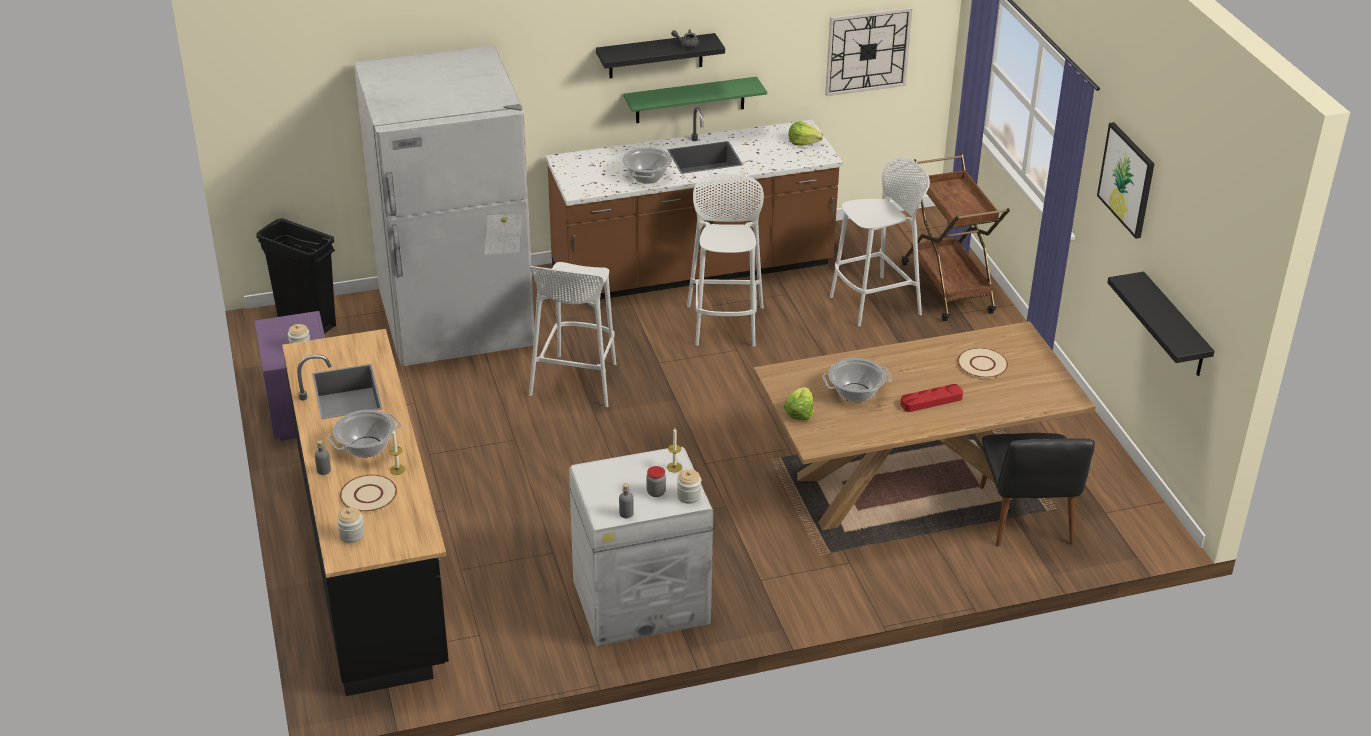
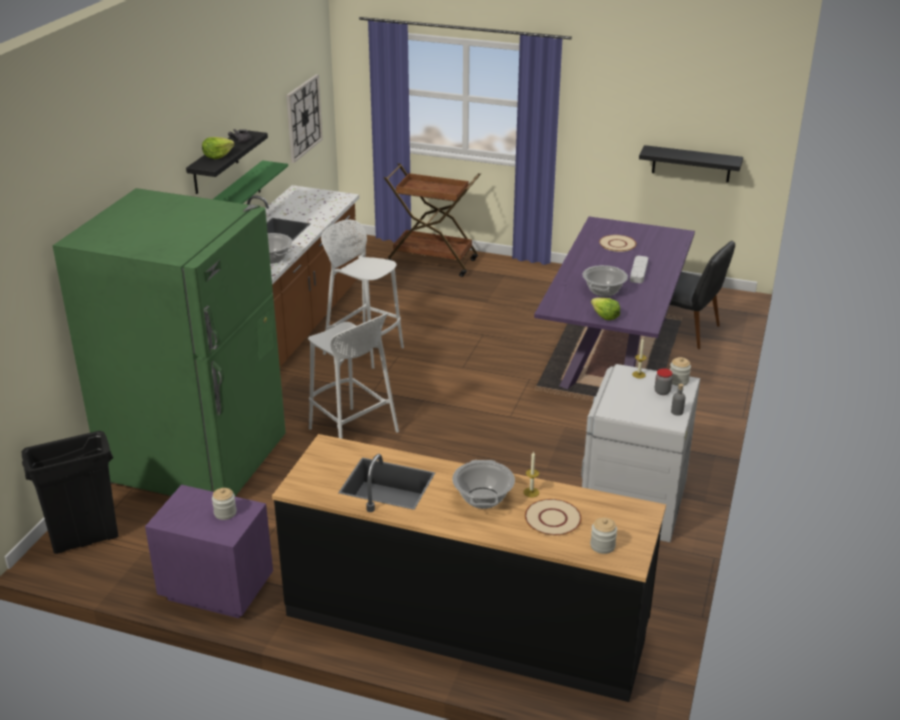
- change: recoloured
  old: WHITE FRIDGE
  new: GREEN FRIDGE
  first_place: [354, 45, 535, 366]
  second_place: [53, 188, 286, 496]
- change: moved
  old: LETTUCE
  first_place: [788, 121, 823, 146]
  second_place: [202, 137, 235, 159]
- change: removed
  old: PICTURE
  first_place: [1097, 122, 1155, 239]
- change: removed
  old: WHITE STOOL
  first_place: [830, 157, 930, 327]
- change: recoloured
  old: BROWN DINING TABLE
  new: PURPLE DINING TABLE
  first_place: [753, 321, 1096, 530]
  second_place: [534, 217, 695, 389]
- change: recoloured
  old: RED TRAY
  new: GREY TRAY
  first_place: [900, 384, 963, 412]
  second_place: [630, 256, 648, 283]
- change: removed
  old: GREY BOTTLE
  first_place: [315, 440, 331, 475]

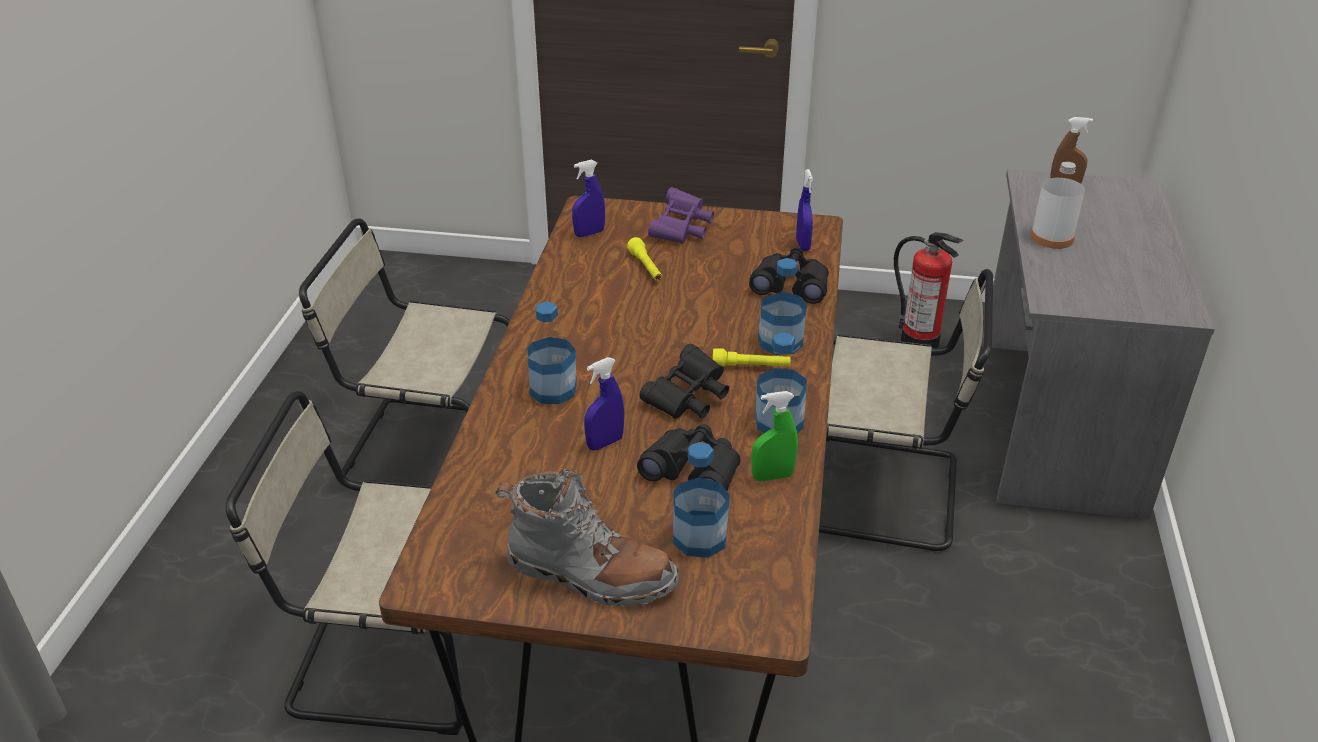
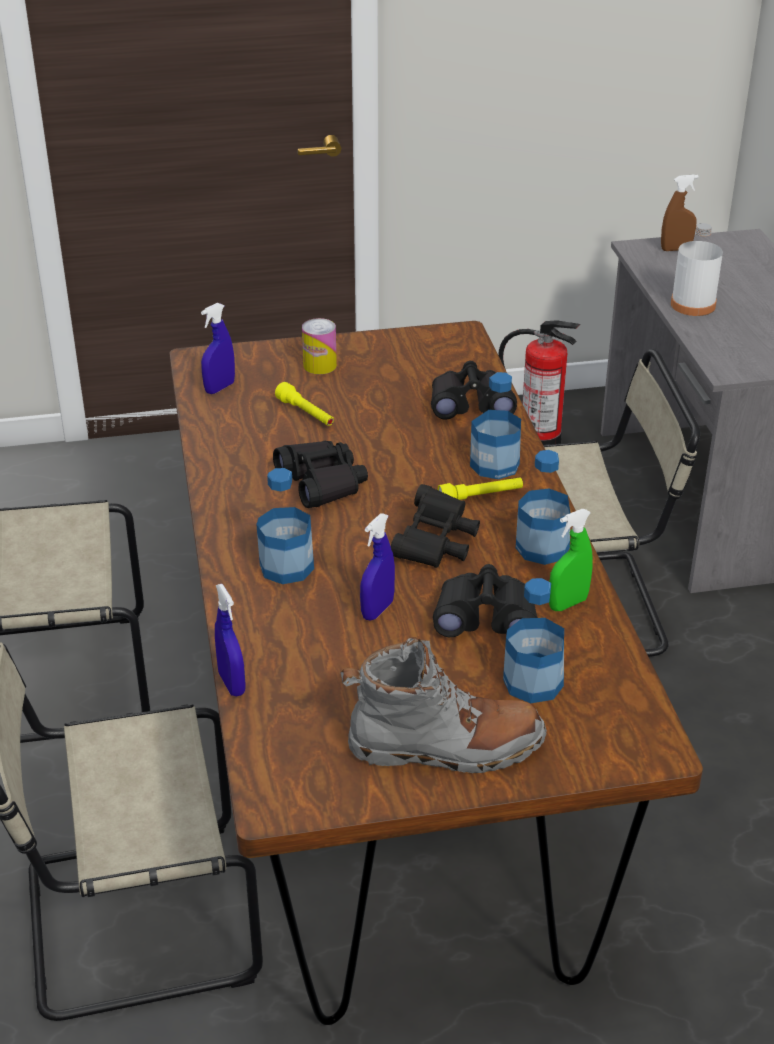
- change: moved
  old: BLUE SPRAY BOTTLE
  first_place: [796, 169, 813, 251]
  second_place: [215, 584, 246, 696]
- change: replaced
  old: PURPLE BINOCULARS
  new: CAN
  first_place: [648, 187, 714, 244]
  second_place: [302, 318, 337, 374]
- change: added
  new: BLACK BINOCULARS
  second_place: [273, 441, 368, 508]

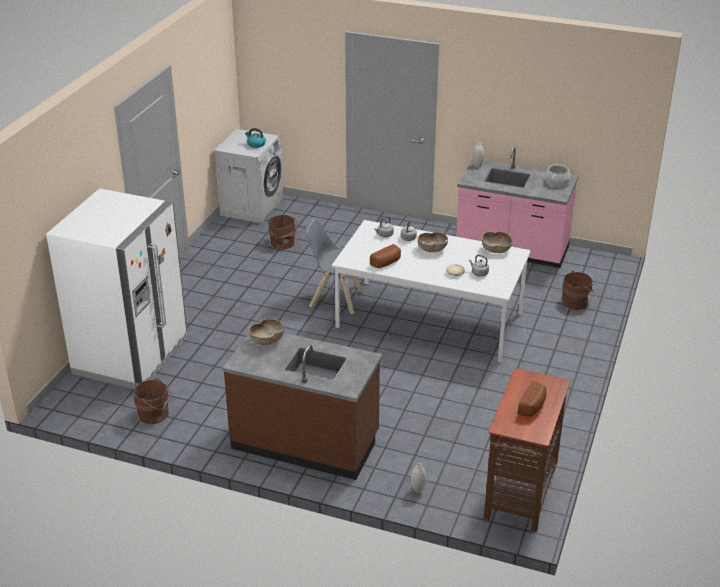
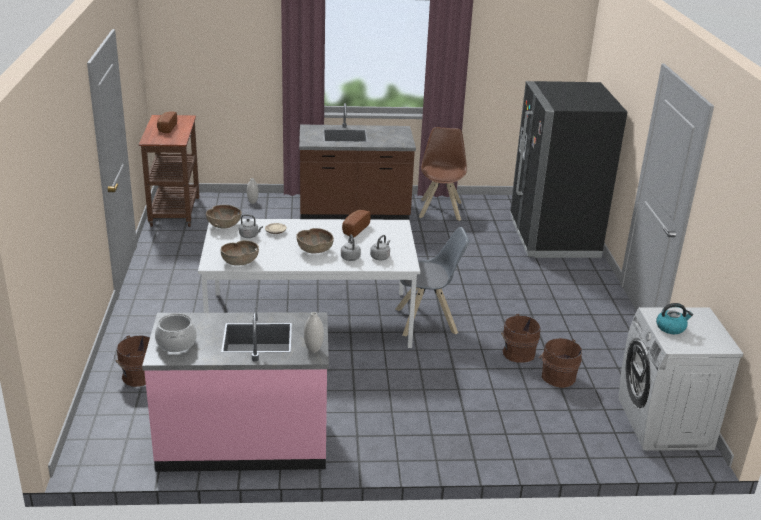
- change: recoloured
  old: WHITE FRIDGE
  new: BLACK FRIDGE
  first_place: [46, 188, 187, 389]
  second_place: [510, 81, 627, 258]
- change: moved
  old: BROWN BOWL
  first_place: [249, 319, 285, 345]
  second_place: [206, 205, 242, 229]
- change: moved
  old: BROWN BUCKET
  first_place: [134, 378, 171, 424]
  second_place: [501, 314, 541, 363]
- change: added
  new: BROWN CHAIR
  second_place: [419, 127, 467, 221]

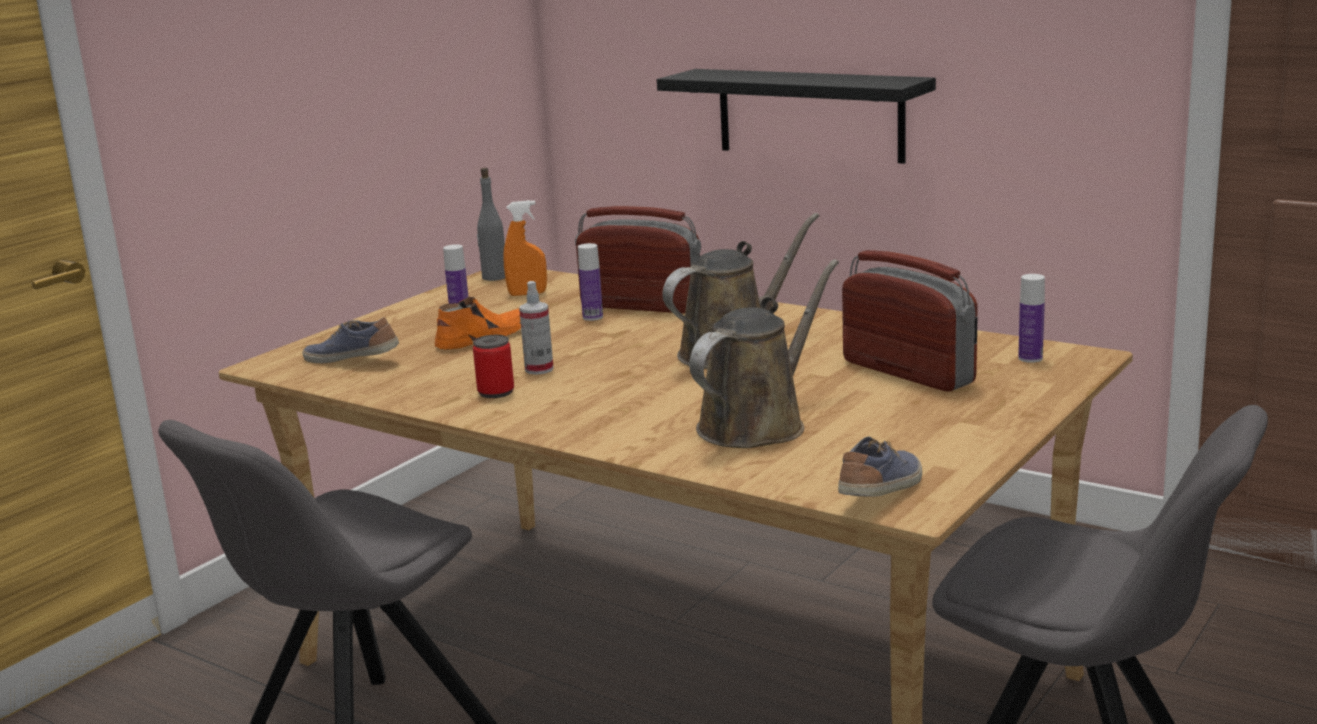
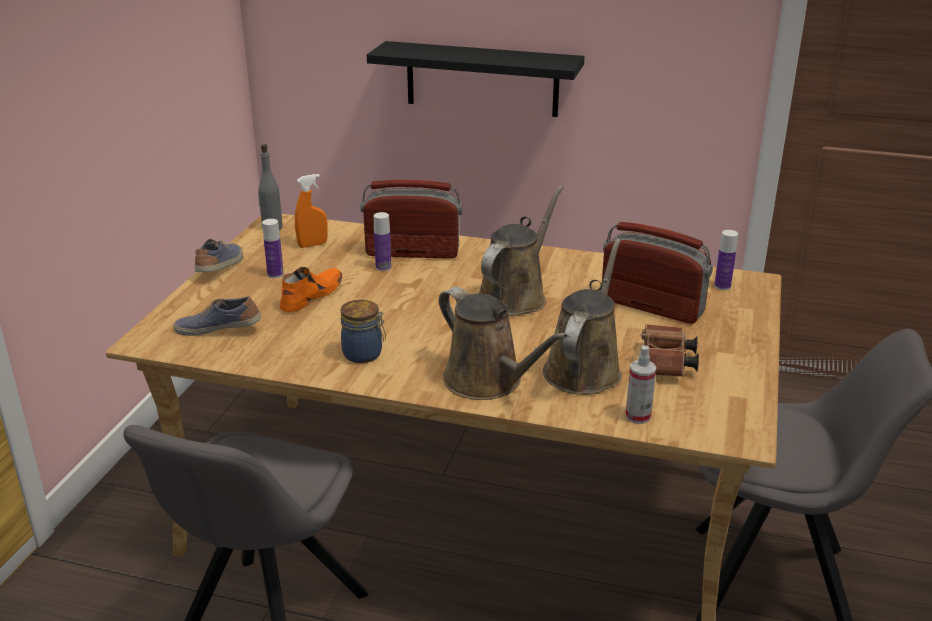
- change: moved
  old: SPRAY BOTTLE
  first_place: [519, 281, 554, 375]
  second_place: [625, 345, 657, 424]
- change: replaced
  old: CAN
  new: JAR
  first_place: [473, 335, 514, 398]
  second_place: [341, 299, 386, 363]
- change: moved
  old: SHOE
  first_place: [838, 436, 922, 497]
  second_place: [195, 239, 243, 272]
- change: added
  new: BROWN WATERING CAN
  second_place: [439, 287, 568, 400]
- change: added
  new: BROWN BINOCULARS
  second_place: [641, 324, 699, 377]

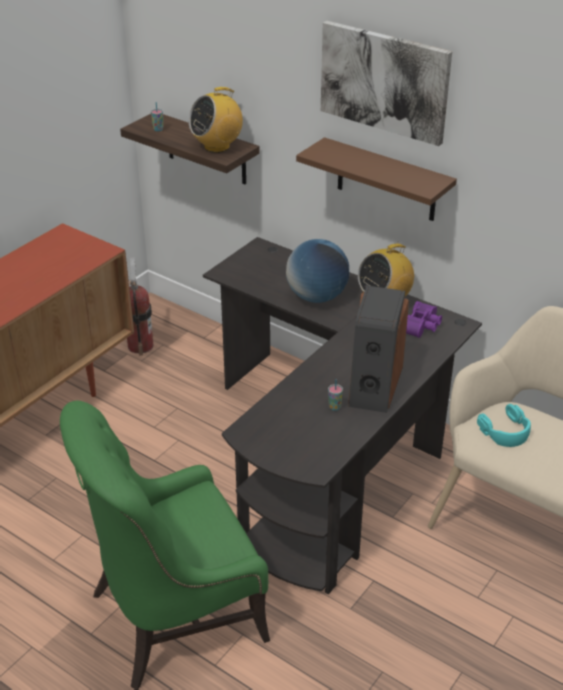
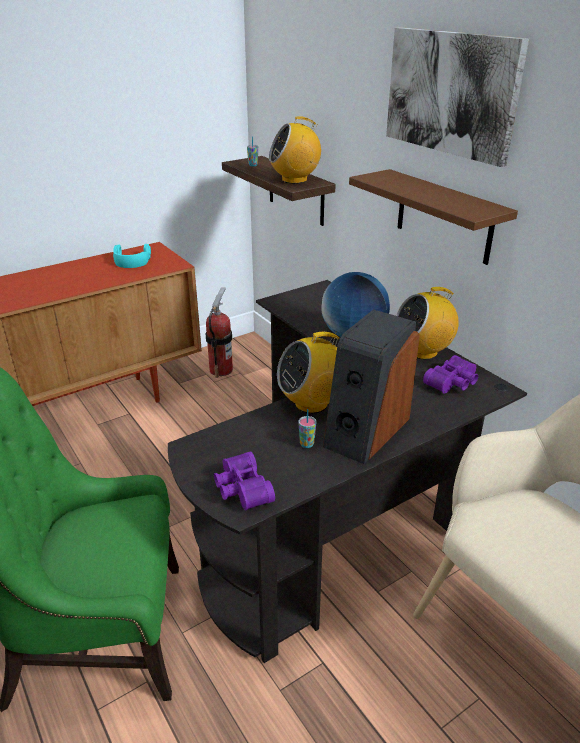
- change: moved
  old: TURQUOISE HEADPHONES
  first_place: [477, 404, 531, 447]
  second_place: [113, 244, 151, 268]
- change: added
  new: RADIO
  second_place: [277, 332, 339, 413]
- change: added
  new: PURPLE BINOCULARS
  second_place: [214, 451, 275, 510]

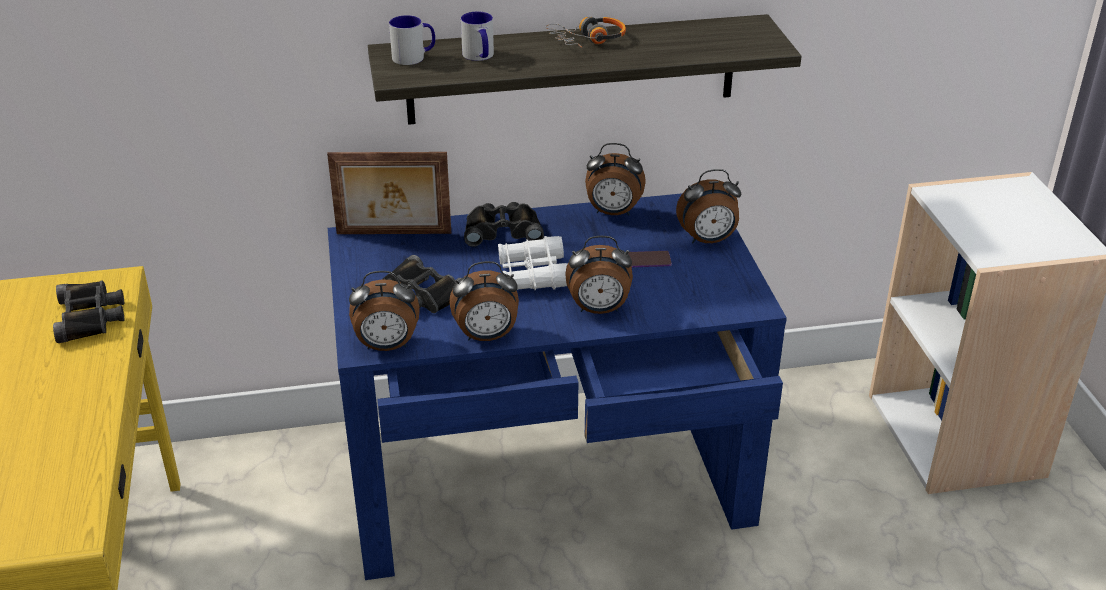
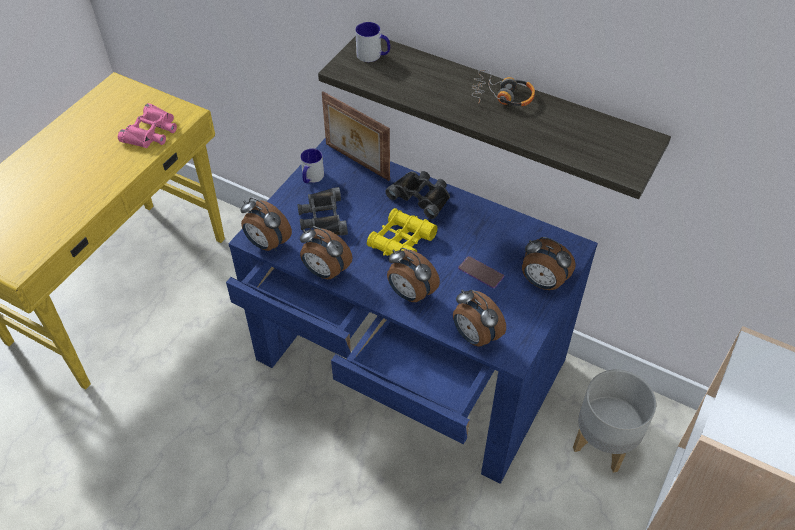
- change: moved
  old: MUG
  first_place: [461, 11, 494, 61]
  second_place: [300, 148, 324, 183]
- change: moved
  old: ALARM CLOCK
  first_place: [585, 143, 646, 215]
  second_place: [453, 290, 506, 347]
- change: recoloured
  old: WHITE BINOCULARS
  new: YELLOW BINOCULARS
  first_place: [498, 236, 568, 290]
  second_place: [367, 208, 437, 256]
- change: recoloured
  old: BLACK BINOCULARS
  new: PINK BINOCULARS
  first_place: [53, 280, 124, 343]
  second_place: [118, 103, 177, 148]
- change: added
  new: GREY PLANTER
  second_place: [573, 370, 656, 473]

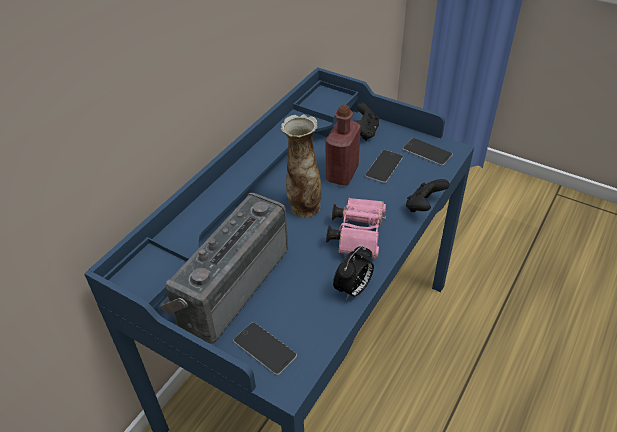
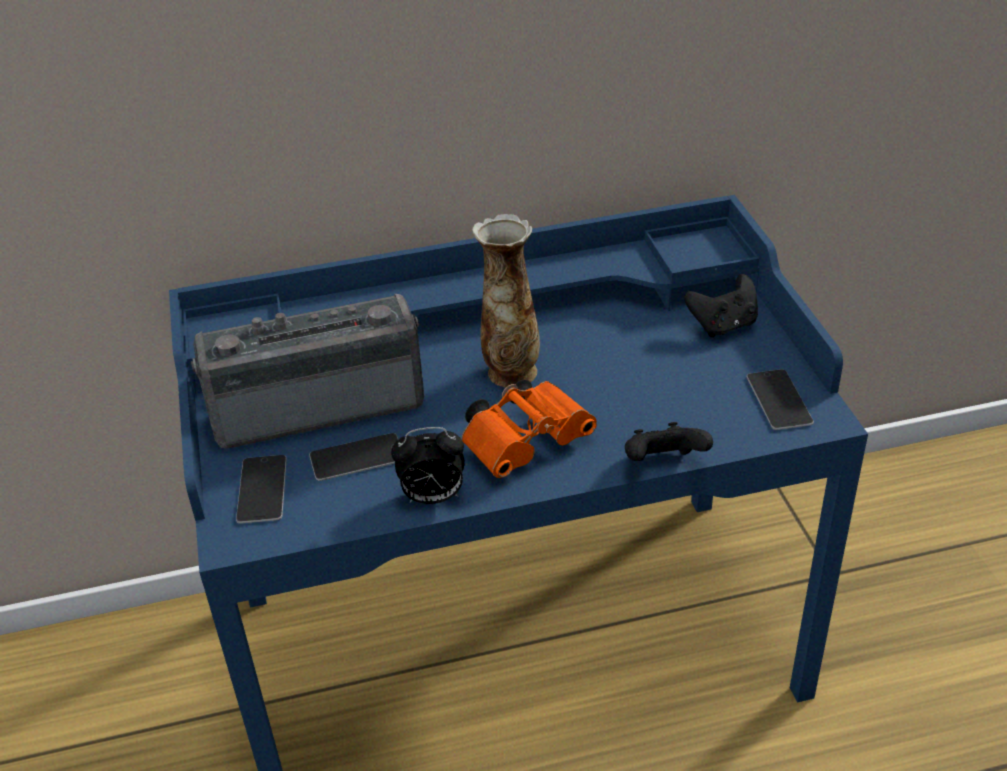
- change: removed
  old: RED BOTTLE
  first_place: [325, 105, 361, 186]
- change: moved
  old: PHONE
  first_place: [365, 150, 403, 183]
  second_place: [309, 433, 398, 481]
- change: recoloured
  old: PINK BINOCULARS
  new: ORANGE BINOCULARS
  first_place: [326, 198, 386, 259]
  second_place: [462, 379, 597, 478]

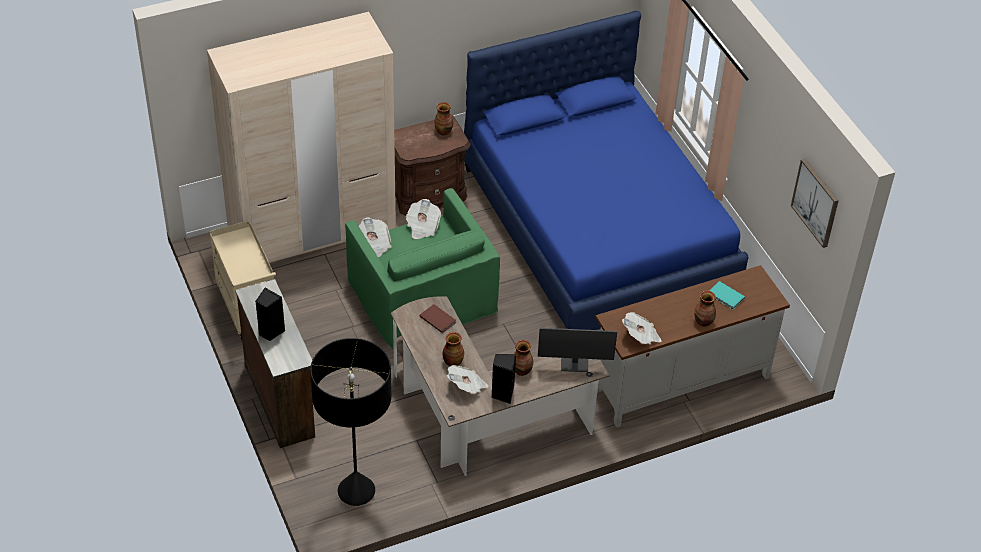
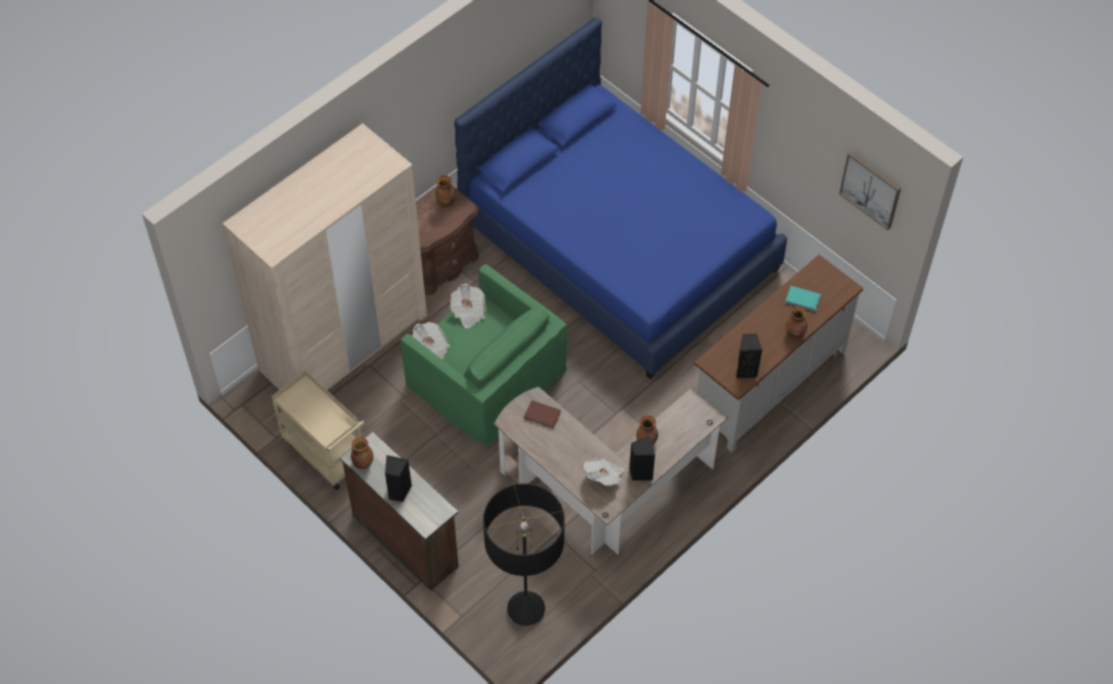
- change: replaced
  old: NEWSPAPER
  new: BLACK SPEAKER
  first_place: [622, 312, 662, 345]
  second_place: [736, 334, 762, 378]
- change: removed
  old: MONITOR
  first_place: [538, 328, 617, 372]
- change: moved
  old: VASE
  first_place: [443, 332, 464, 366]
  second_place: [351, 437, 373, 469]

